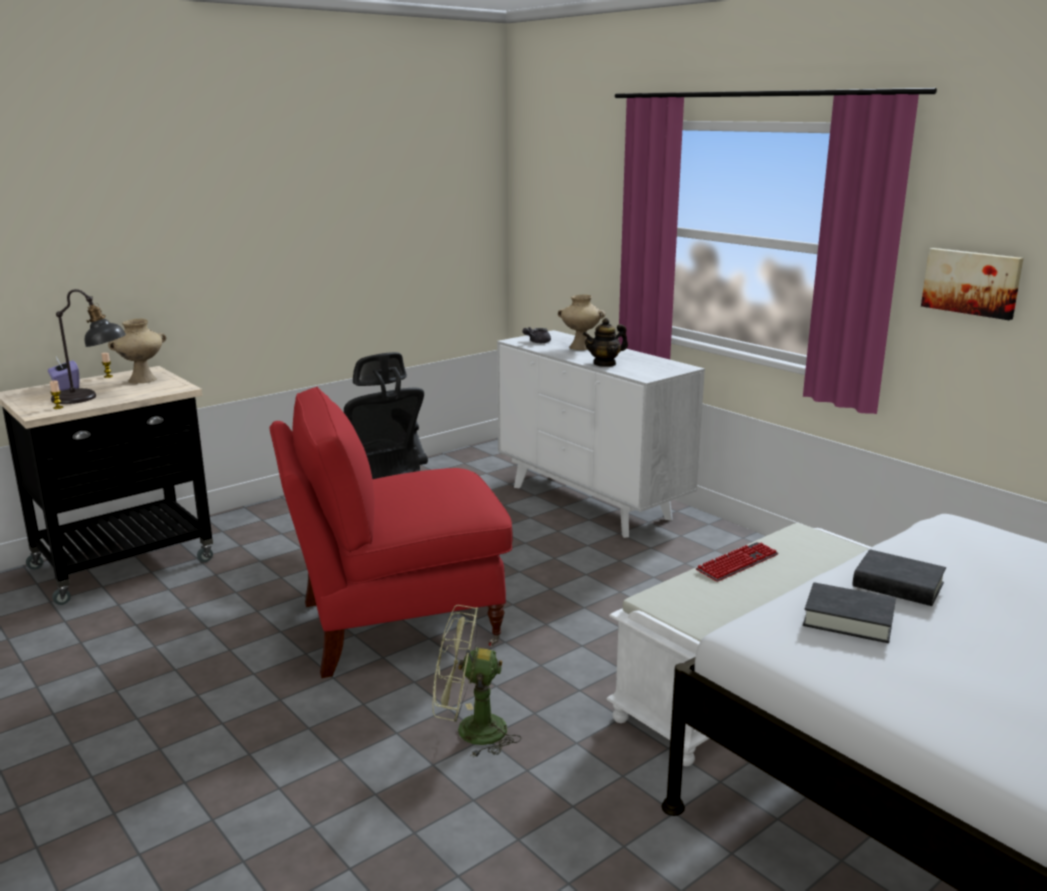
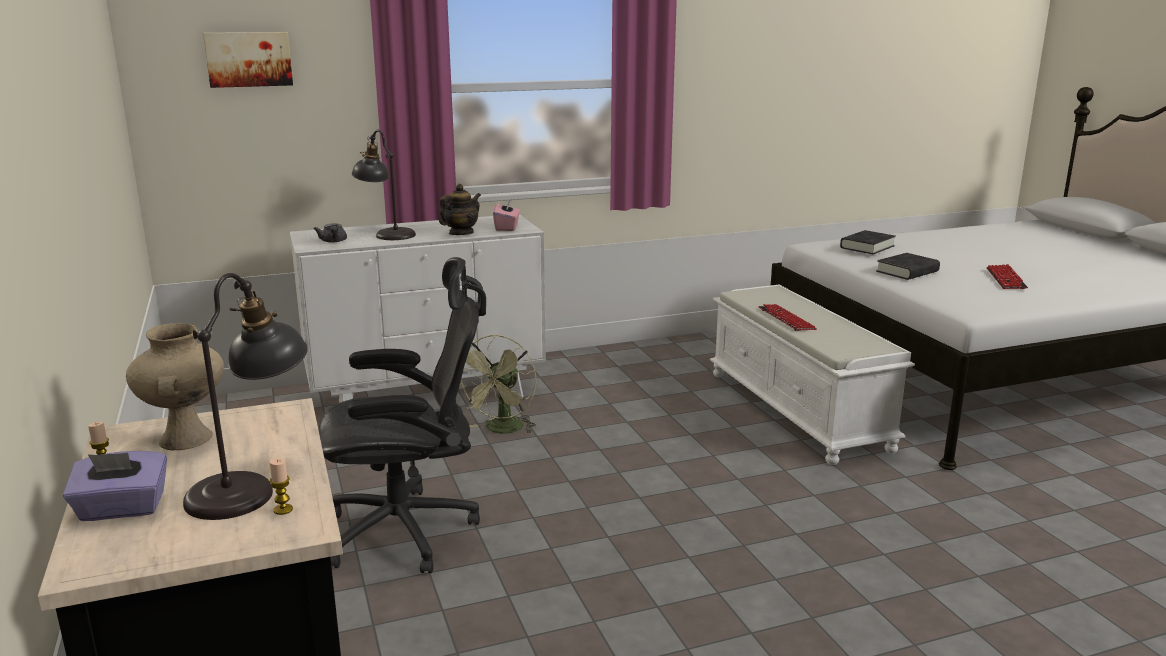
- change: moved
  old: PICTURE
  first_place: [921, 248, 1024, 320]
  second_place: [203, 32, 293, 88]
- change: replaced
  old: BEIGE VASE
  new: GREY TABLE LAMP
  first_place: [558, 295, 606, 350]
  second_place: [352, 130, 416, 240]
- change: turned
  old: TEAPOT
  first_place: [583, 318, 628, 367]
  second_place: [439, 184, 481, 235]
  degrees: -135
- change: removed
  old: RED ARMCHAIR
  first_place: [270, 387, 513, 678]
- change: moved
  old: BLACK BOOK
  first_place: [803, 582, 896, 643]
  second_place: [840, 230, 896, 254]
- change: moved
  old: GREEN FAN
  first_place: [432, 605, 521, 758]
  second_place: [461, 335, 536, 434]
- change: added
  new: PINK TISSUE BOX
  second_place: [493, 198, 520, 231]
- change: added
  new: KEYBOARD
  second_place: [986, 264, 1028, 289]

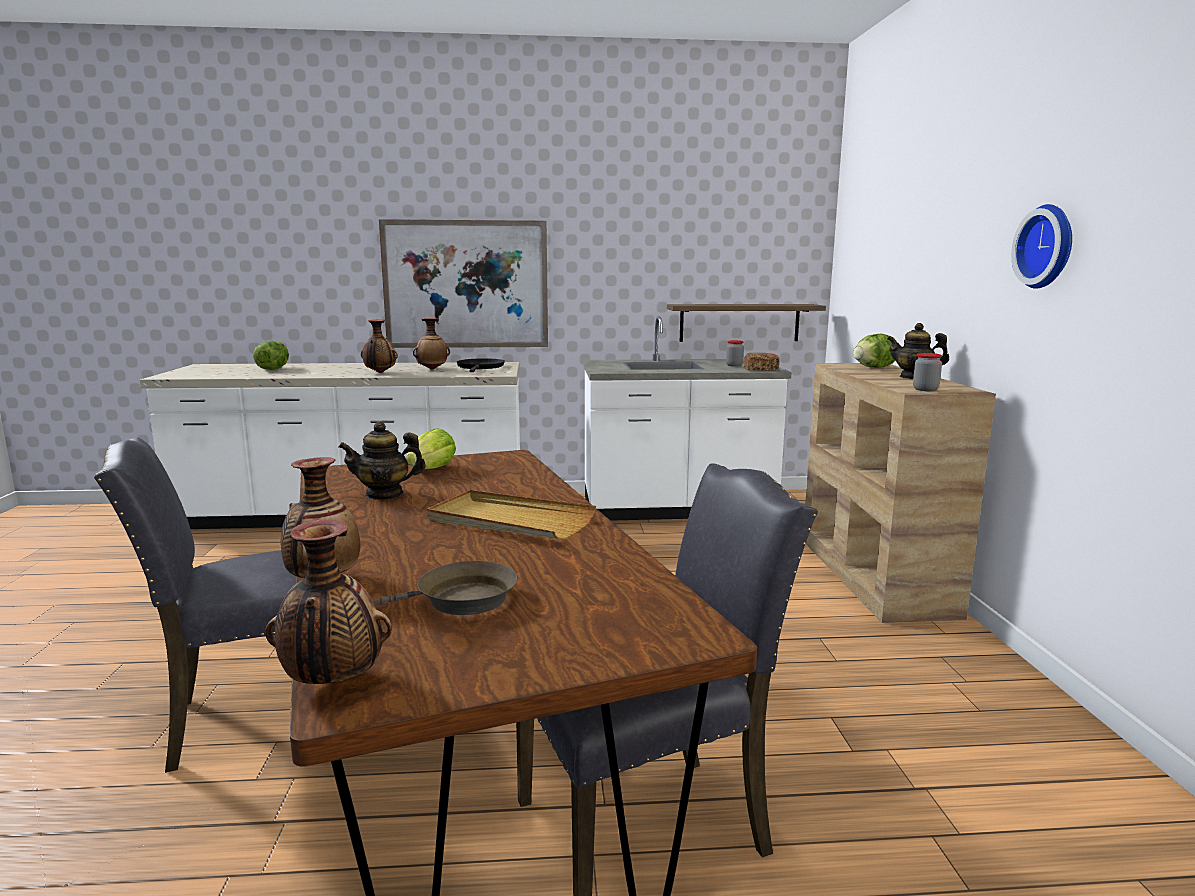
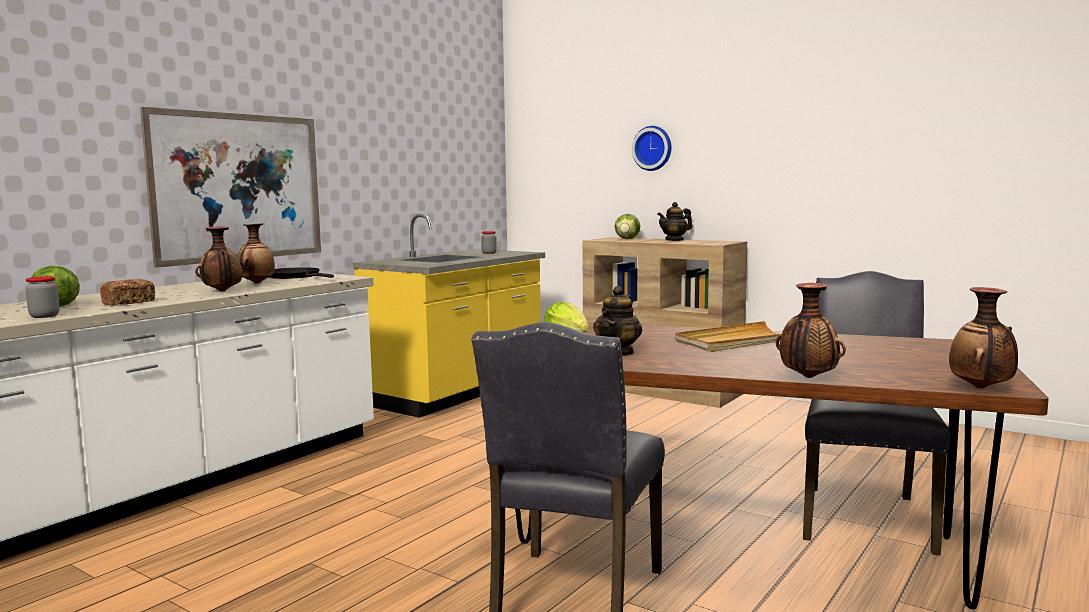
- change: moved
  old: WALL CLOCK
  first_place: [1011, 204, 1072, 289]
  second_place: [632, 126, 671, 171]
- change: removed
  old: SHELF
  first_place: [667, 304, 826, 342]
- change: recoloured
  old: WHITE COUNTER
  new: YELLOW COUNTER
  first_place: [583, 316, 792, 521]
  second_place: [353, 214, 545, 418]
- change: moved
  old: BREAD
  first_place: [744, 353, 780, 371]
  second_place: [100, 279, 155, 306]
- change: moved
  old: JAR
  first_place: [913, 353, 942, 391]
  second_place: [25, 276, 60, 318]
- change: removed
  old: BROWN FRYING PAN
  first_place: [372, 561, 517, 615]

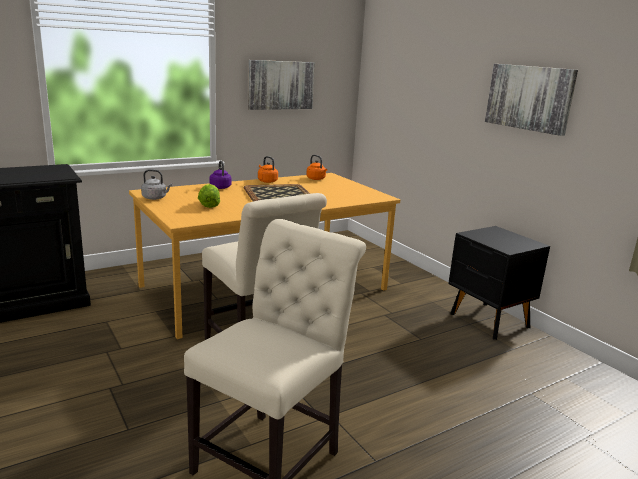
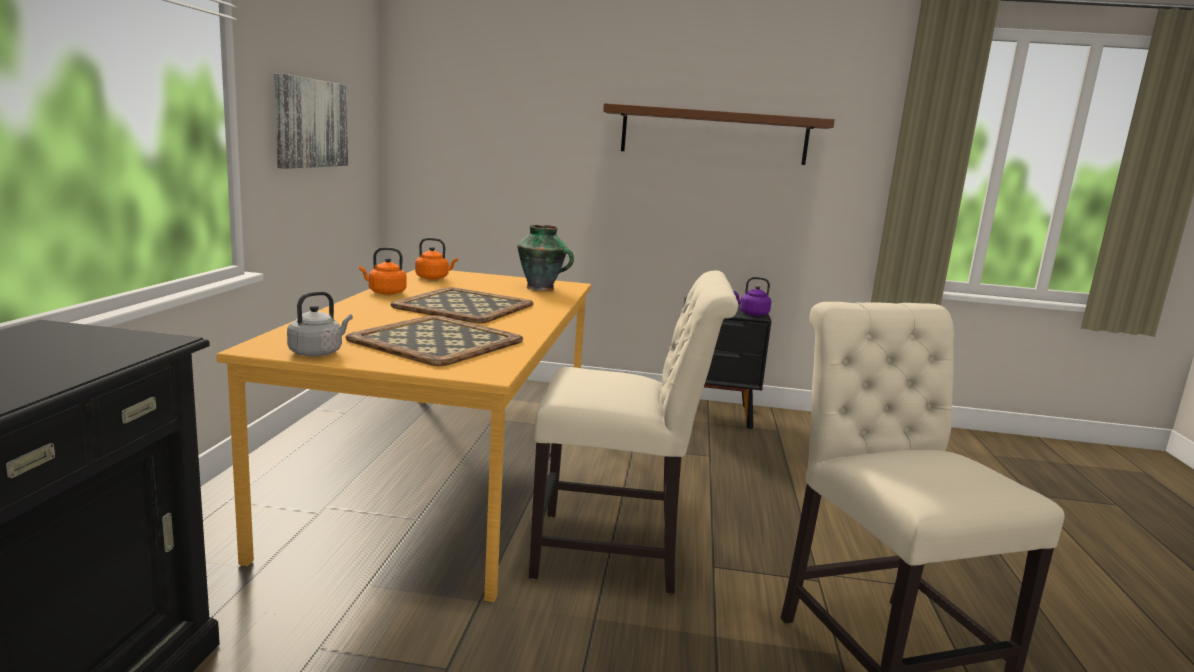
- change: replaced
  old: PICTURE
  new: BROWN SHELF
  first_place: [485, 64, 578, 136]
  second_place: [603, 103, 835, 165]
- change: moved
  old: PURPLE KETTLE
  first_place: [210, 161, 231, 189]
  second_place: [734, 277, 771, 316]
- change: replaced
  old: LETTUCE
  new: TRAY
  first_place: [198, 184, 220, 208]
  second_place: [345, 315, 523, 366]
- change: added
  new: VASE
  second_place: [517, 225, 574, 291]

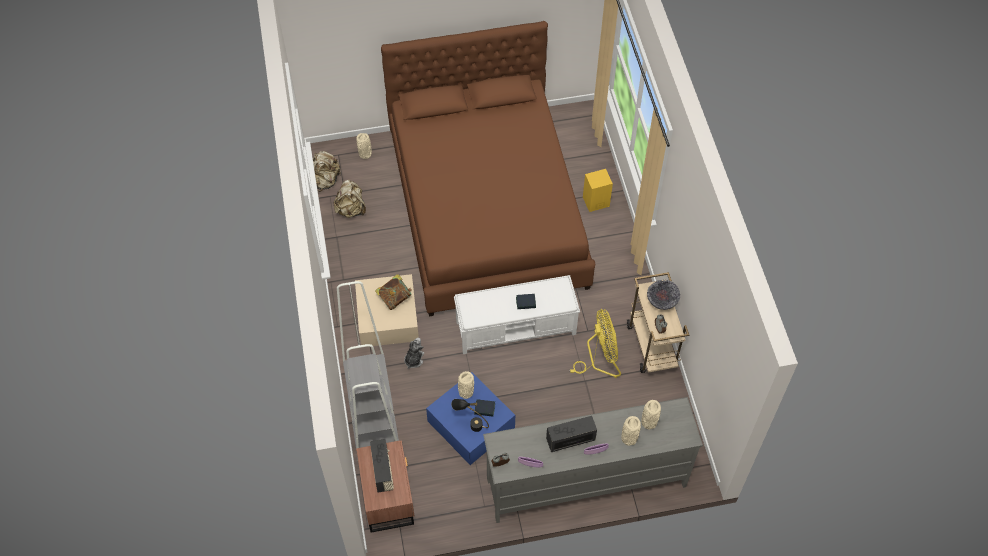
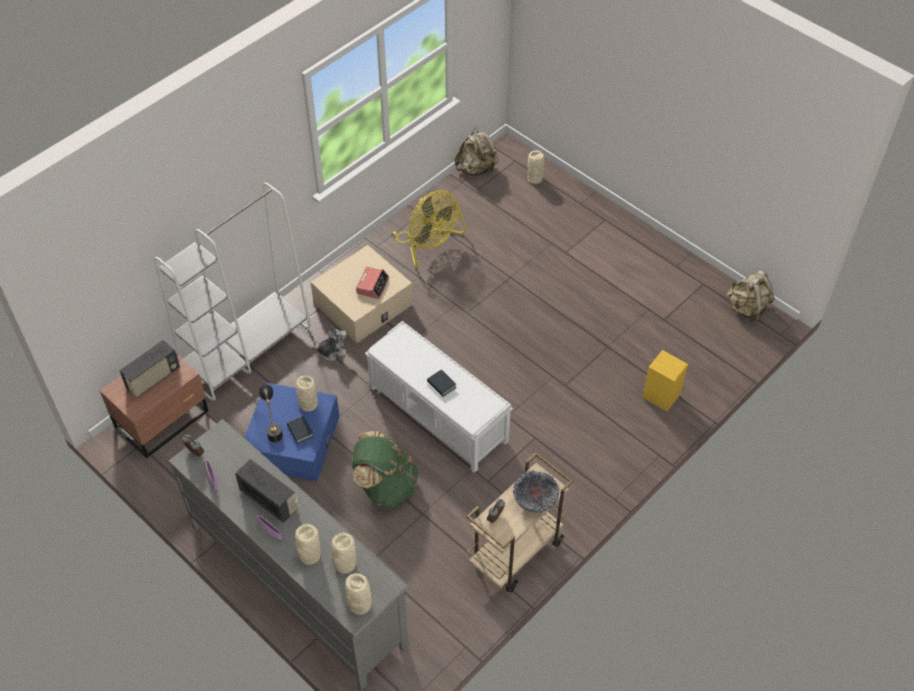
- change: removed
  old: BROWN BED
  first_place: [381, 21, 595, 317]
- change: moved
  old: BEIGE BACKPACK
  first_place: [333, 180, 366, 218]
  second_place: [726, 270, 775, 322]
- change: replaced
  old: BOOK
  new: ALARM CLOCK
  first_place: [375, 274, 412, 310]
  second_place: [356, 267, 389, 299]
- change: moved
  old: YELLOW FAN
  first_place: [569, 309, 621, 378]
  second_place: [392, 190, 467, 268]
- change: added
  new: GREEN BACKPACK
  second_place: [352, 431, 418, 508]
- change: added
  new: BEIGE VASE
  second_place: [345, 573, 372, 615]

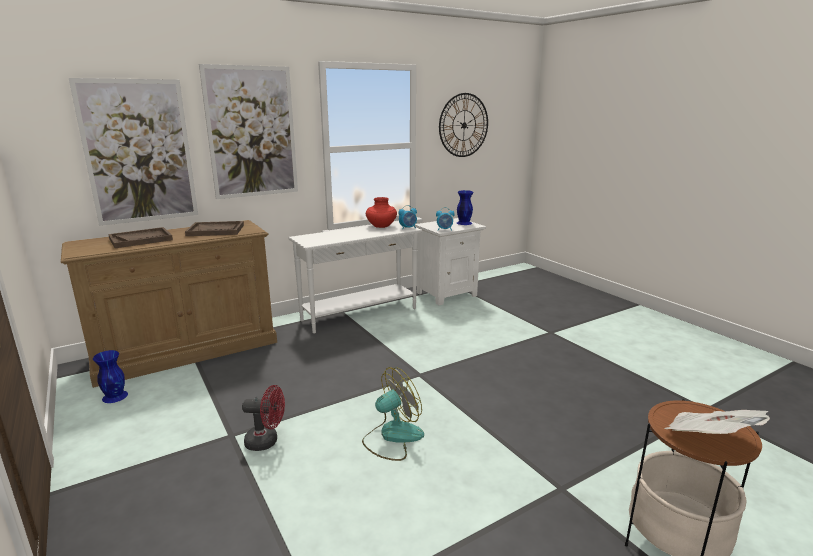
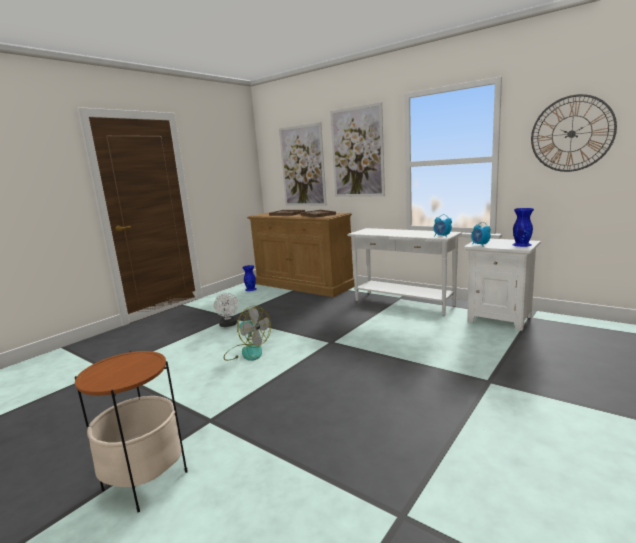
- change: removed
  old: RED VASE
  first_place: [366, 197, 397, 228]
- change: recoloured
  old: RED FAN
  new: WHITE FAN
  first_place: [242, 385, 285, 451]
  second_place: [214, 293, 239, 327]
- change: removed
  old: NEWSPAPER
  first_place: [665, 410, 770, 434]

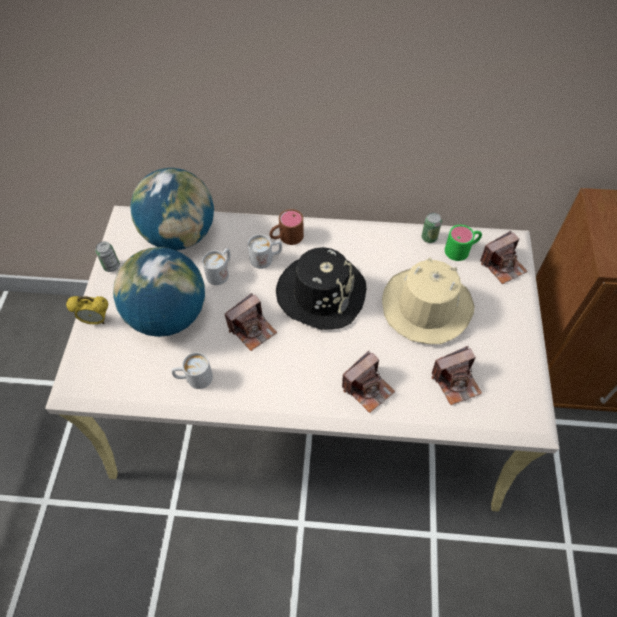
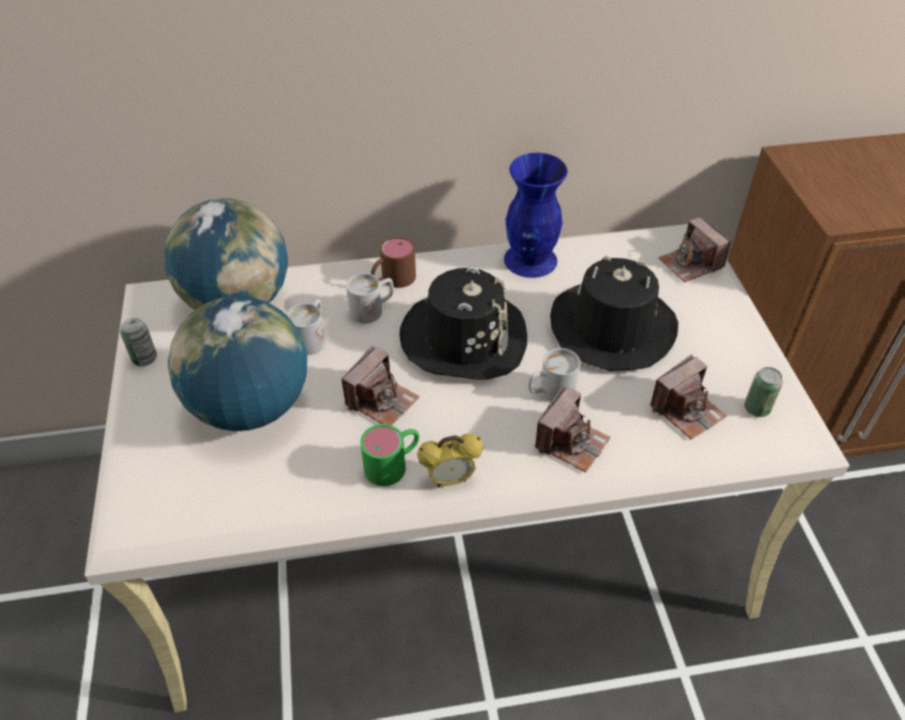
- change: moved
  old: CAN
  first_place: [422, 212, 442, 243]
  second_place: [744, 367, 783, 417]
- change: moved
  old: GREEN MUG
  first_place: [445, 225, 482, 261]
  second_place: [360, 424, 419, 486]
- change: turned
  old: PHOTO CAMERA
  first_place: [480, 231, 528, 284]
  second_place: [658, 217, 732, 282]
  degrees: 105
- change: recoloured
  old: BEIGE HAT
  new: BLACK HAT
  first_place: [382, 257, 474, 344]
  second_place: [550, 255, 678, 371]
- change: moved
  old: ALARM CLOCK
  first_place: [66, 296, 108, 324]
  second_place: [417, 434, 483, 487]
- change: moved
  old: WHITE MUG
  first_place: [171, 352, 213, 389]
  second_place: [528, 348, 580, 401]
- change: added
  new: BLUE VASE
  second_place: [504, 153, 568, 278]

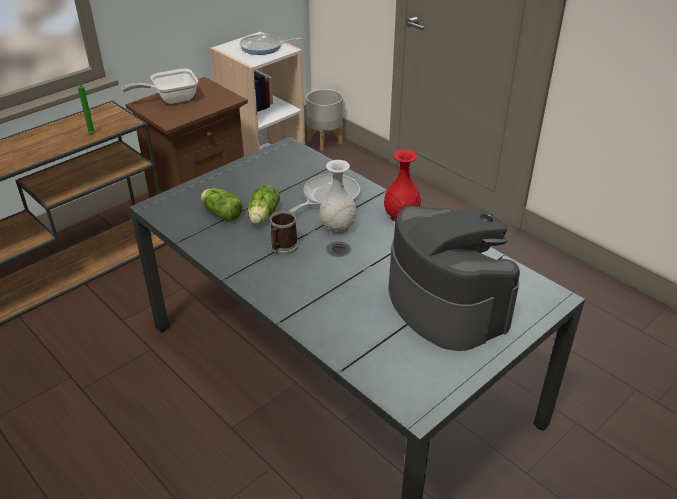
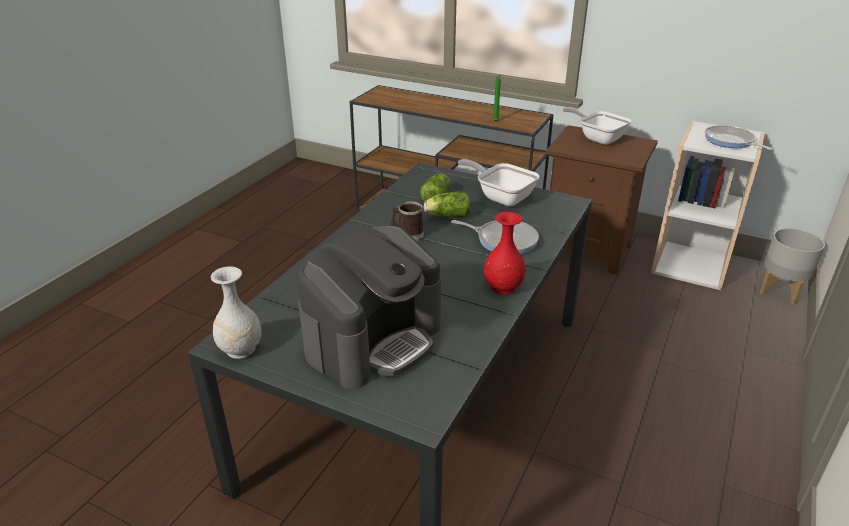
- change: moved
  old: WHITE VASE
  first_place: [319, 160, 357, 234]
  second_place: [211, 267, 262, 359]
- change: added
  new: FRYING PAN
  second_place: [458, 159, 540, 206]

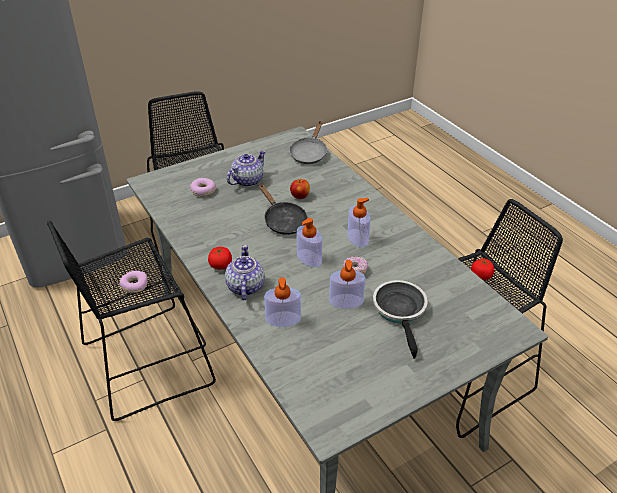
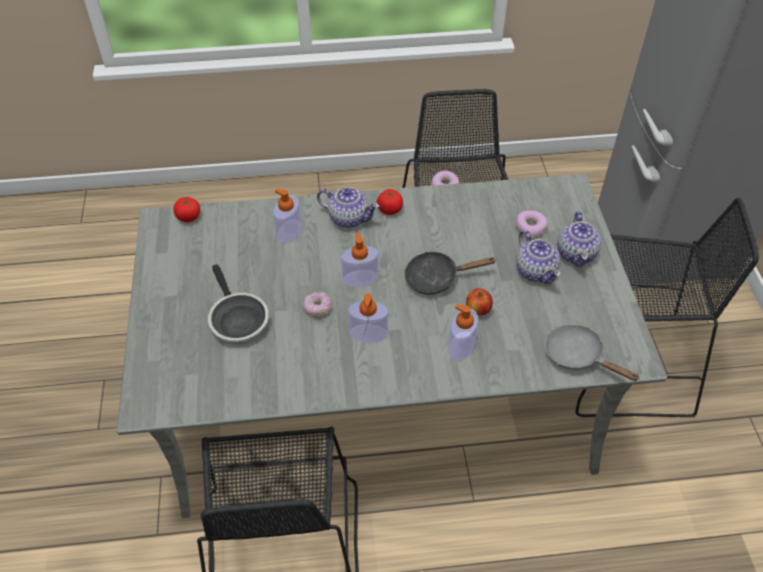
- change: moved
  old: TOMATO
  first_place: [471, 259, 494, 280]
  second_place: [173, 197, 200, 222]
- change: moved
  old: SOAP DISPENSER
  first_place: [329, 260, 365, 309]
  second_place: [448, 304, 478, 361]
- change: turned
  old: FRYING PAN
  first_place: [373, 280, 428, 359]
  second_place: [208, 264, 269, 344]
  degrees: 45
- change: added
  new: TEAPOT
  second_place: [557, 211, 601, 267]

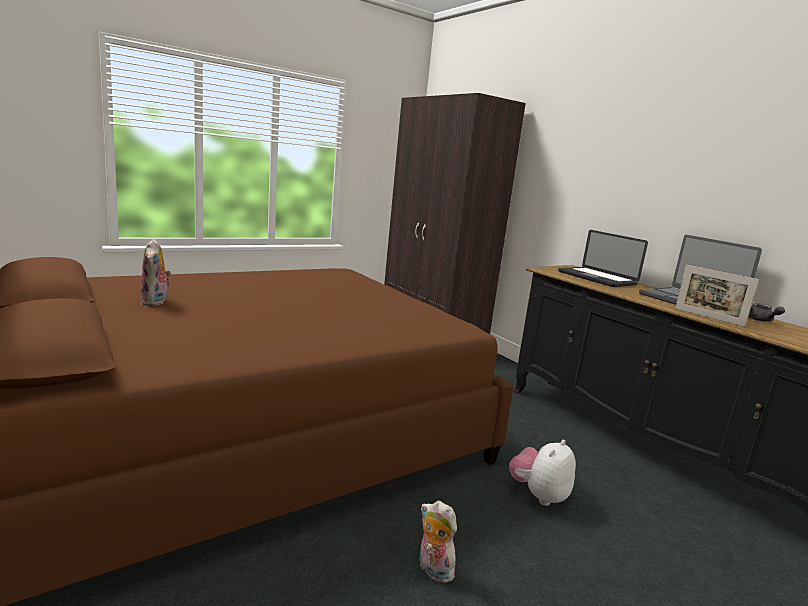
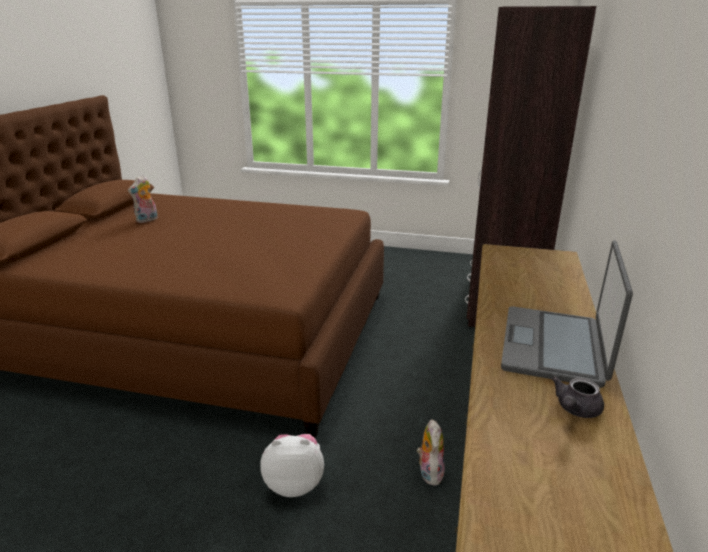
- change: removed
  old: LAPTOP
  first_place: [558, 230, 648, 287]
- change: removed
  old: PICTURE FRAME
  first_place: [675, 265, 759, 327]
- change: moved
  old: PLUSH TOY
  first_place: [419, 501, 457, 583]
  second_place: [417, 419, 445, 486]

